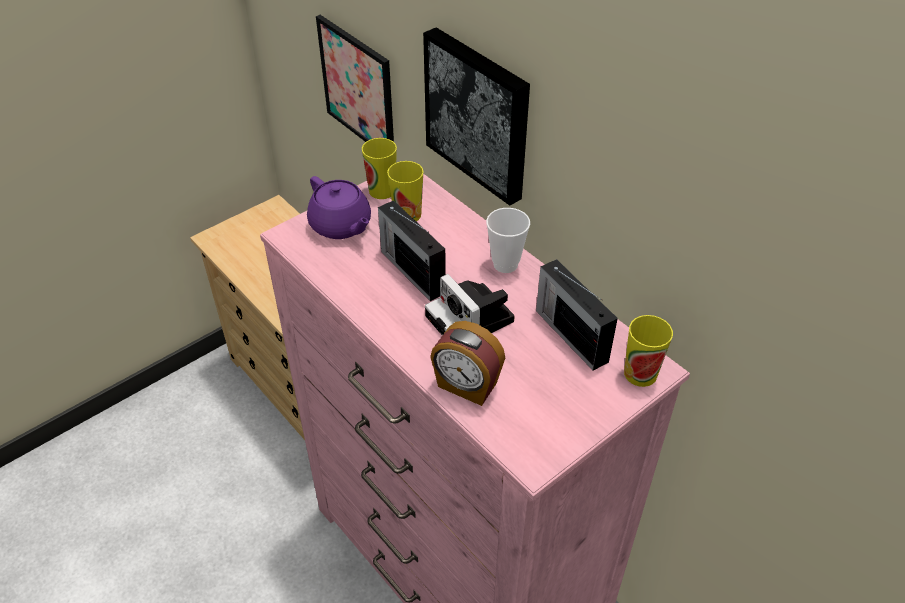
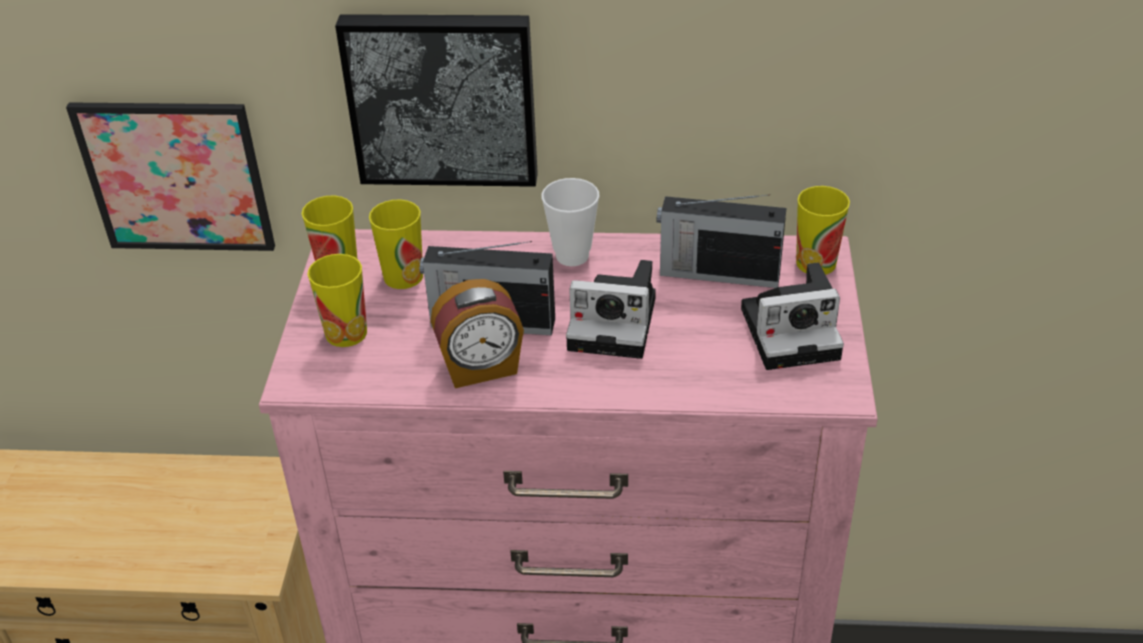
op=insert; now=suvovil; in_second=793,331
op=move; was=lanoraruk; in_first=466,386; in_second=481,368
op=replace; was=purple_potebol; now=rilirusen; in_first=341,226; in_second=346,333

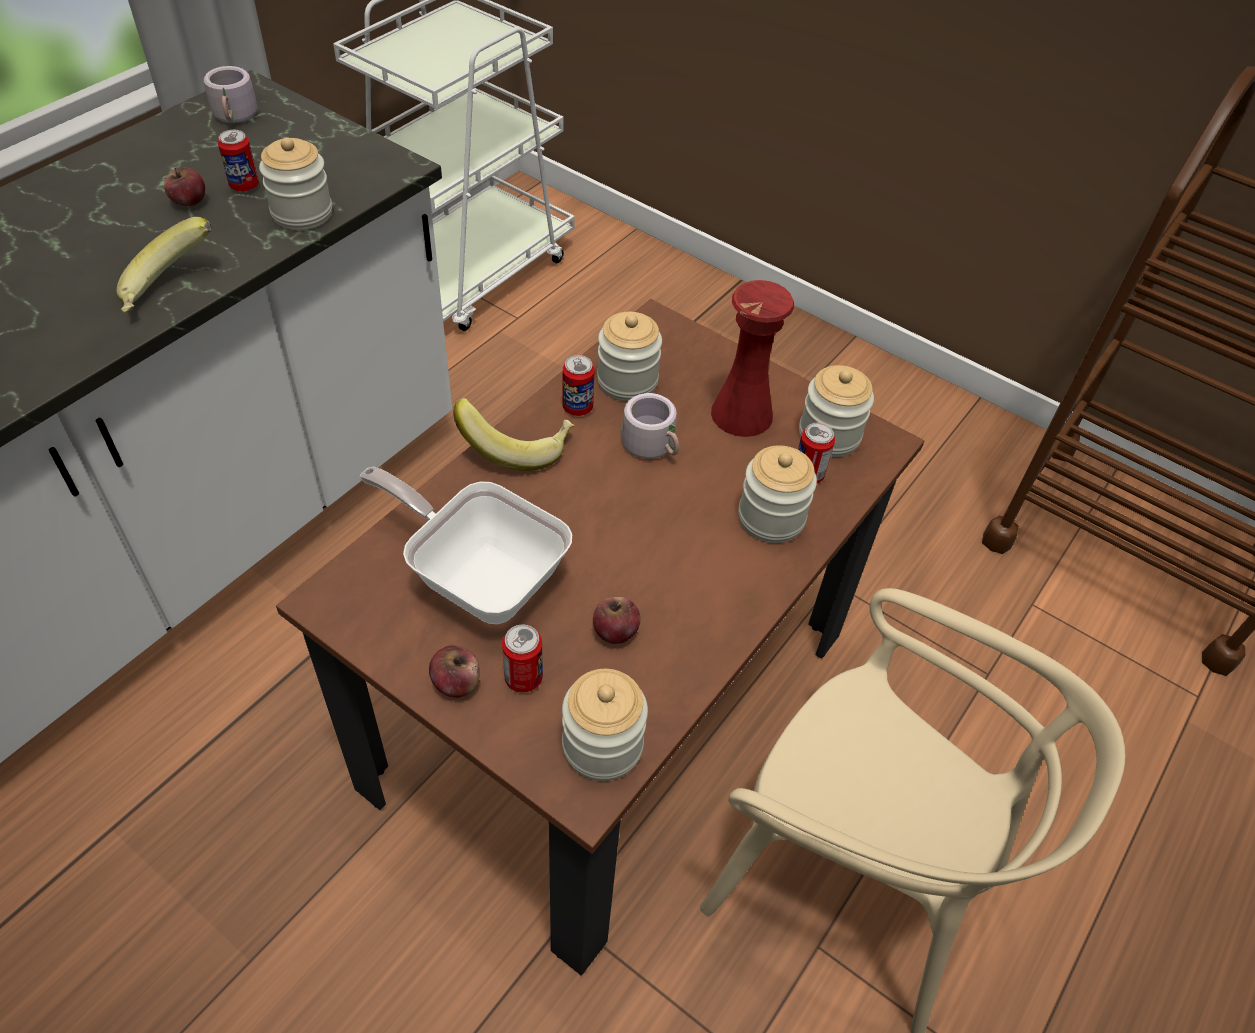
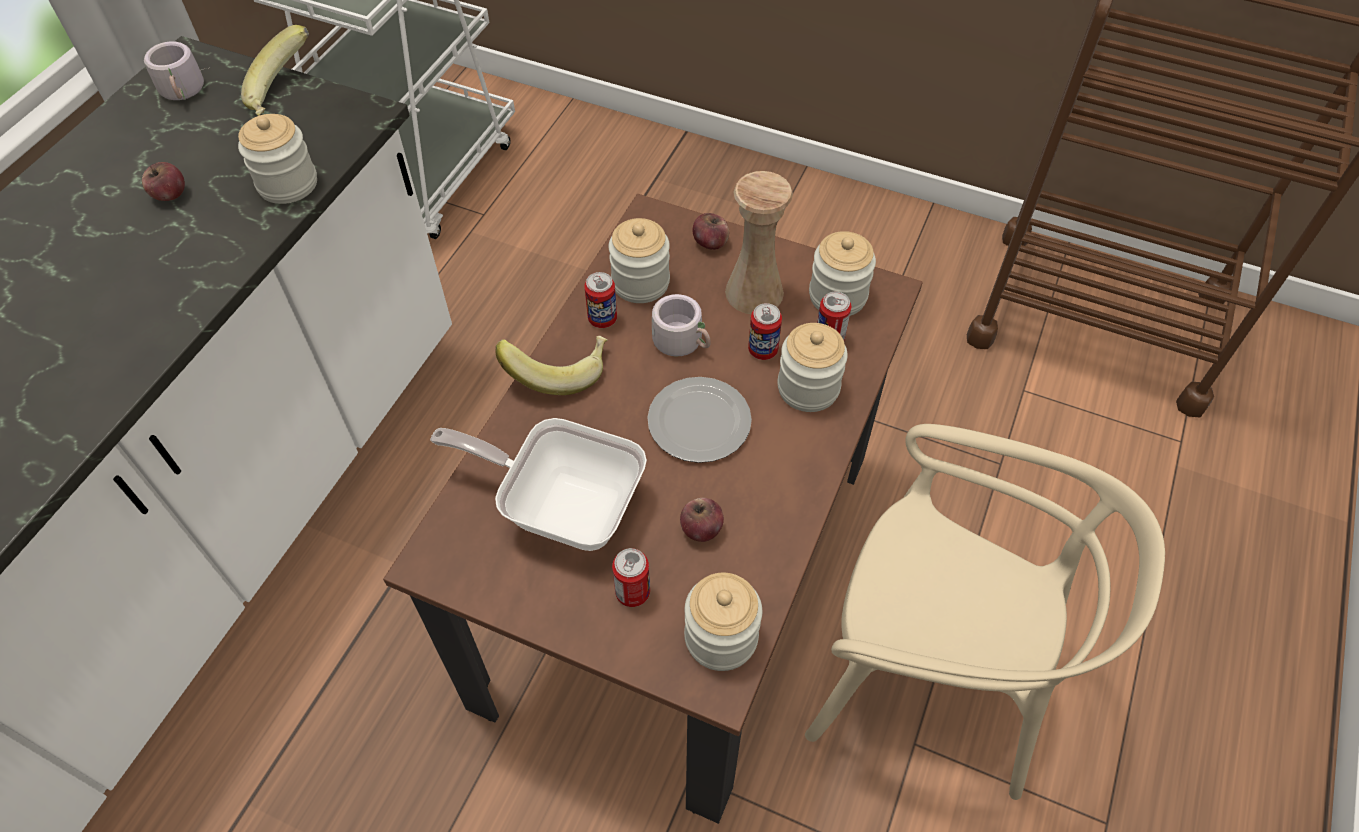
op=insert; now=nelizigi; in_second=699,423
op=move; was=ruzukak; in_first=171,291; in_second=284,94
op=move; was=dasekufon; in_first=244,186; in_second=763,350
op=move; was=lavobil; in_first=456,683; in_second=710,242
op=recolor; was=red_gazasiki; now=beige_gazasiki; in_first=741,414; in_second=754,292

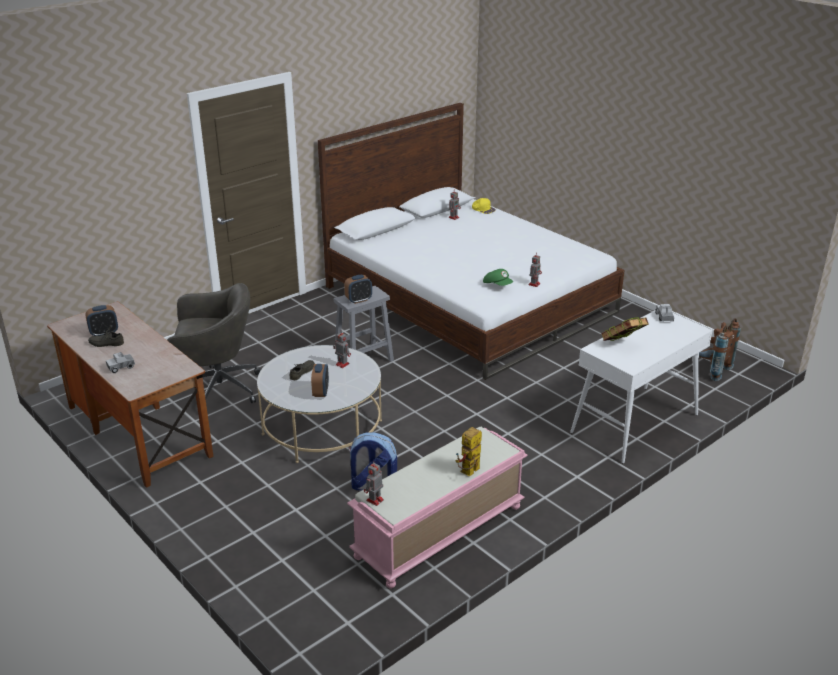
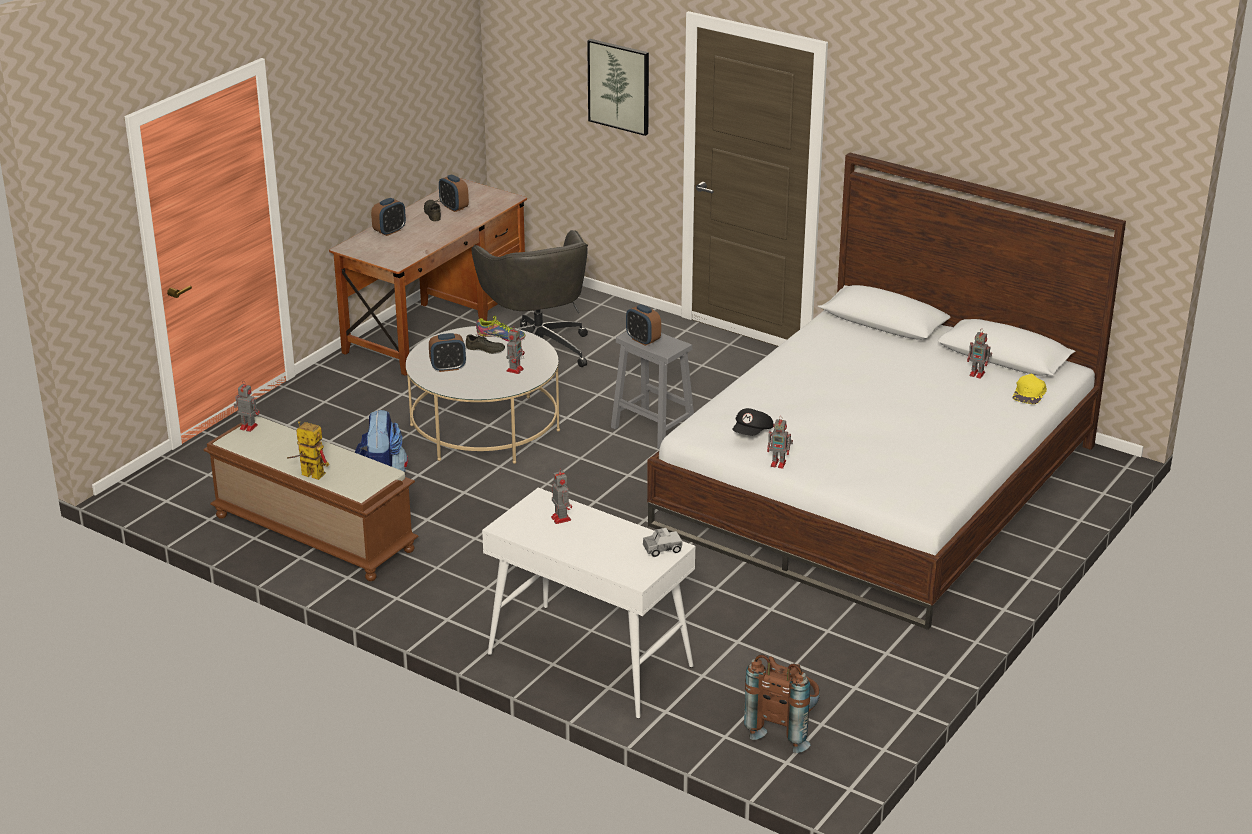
op=insert; now=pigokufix; in_second=500,336
op=insert; now=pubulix; in_second=619,86
op=replace; was=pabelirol; now=lanoraruk; in_first=121,367; in_second=389,231
op=replace; was=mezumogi; now=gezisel; in_first=622,345; in_second=560,518
op=recolor; was=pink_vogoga; now=brown_vogoga; in_first=439,532; in_second=312,533
op=recolor; was=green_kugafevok; now=black_kugafevok; in_first=498,285; in_second=752,433

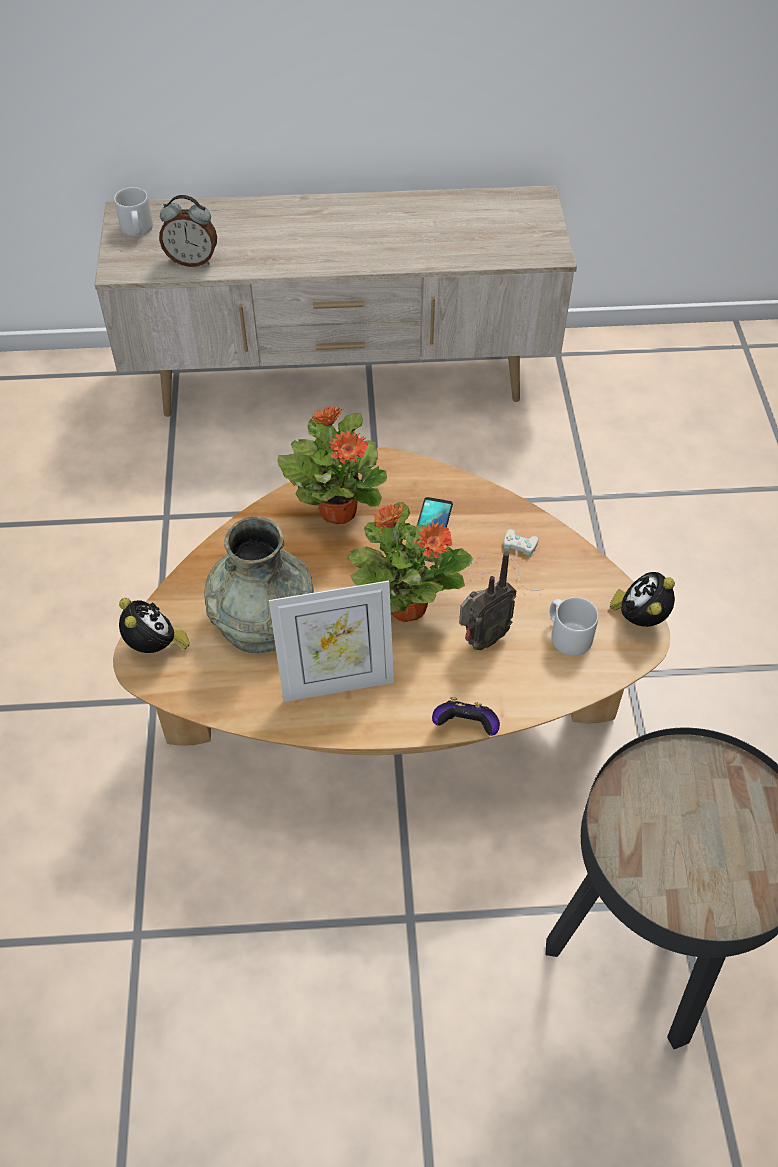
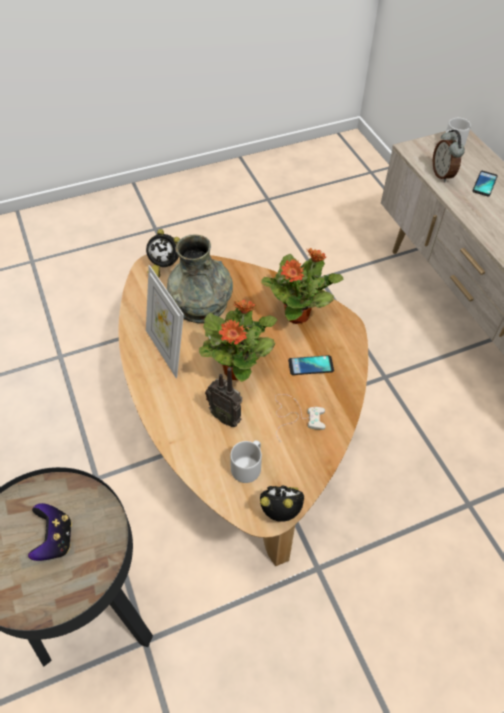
op=insert; now=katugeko; in_second=484,184
op=move; was=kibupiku; in_first=466,727; in_second=55,539
op=rotate; was=lanoraruk; in_first=155,647; in_second=163,266; clockwise=60

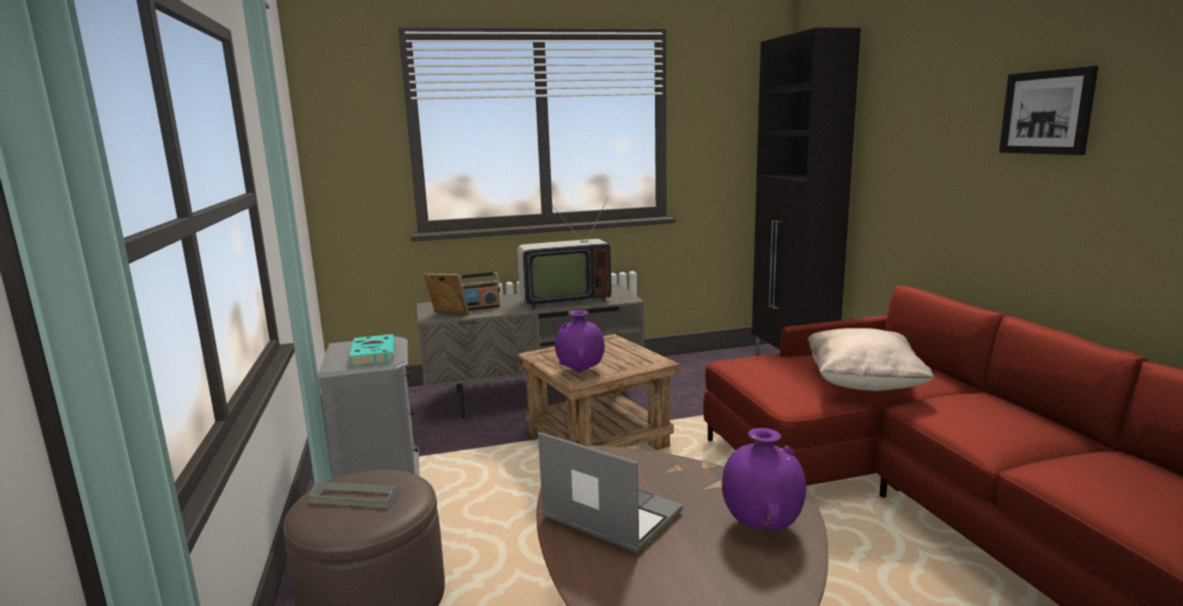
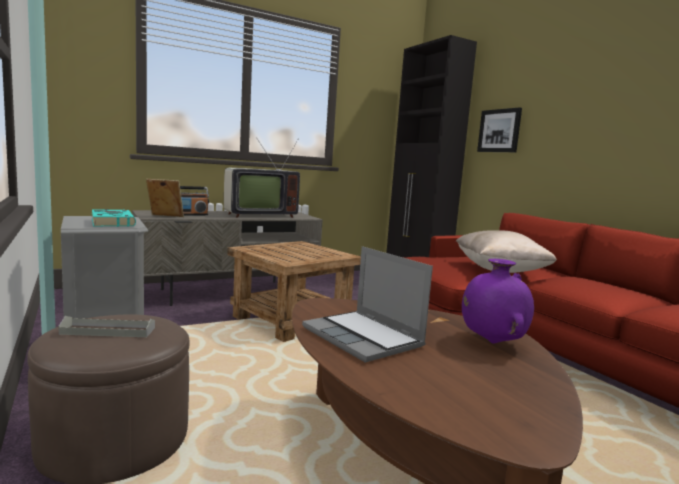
op=delete; was=purple_gazasiki; in_first=580,371
op=move; was=pubulix; in_first=1047,112; in_second=499,131
op=rotate; was=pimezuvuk; in_first=609,515; in_second=364,337; clockwise=-150

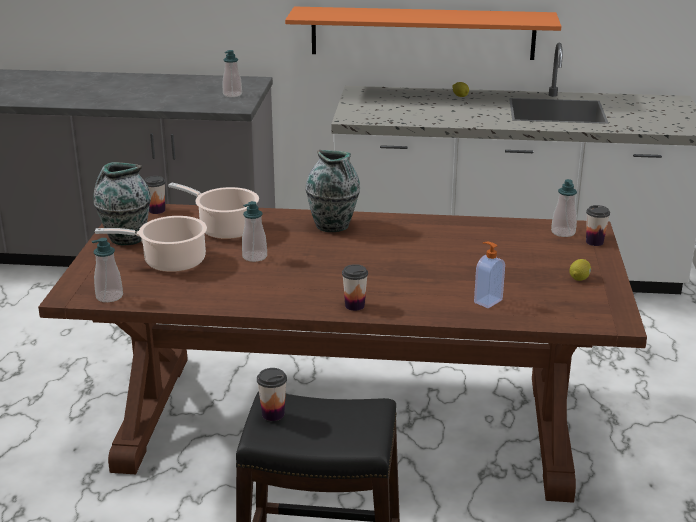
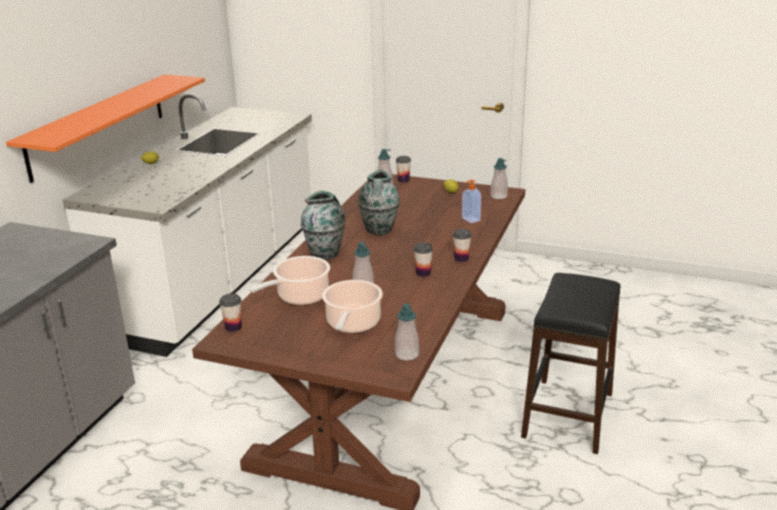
op=move; was=gazasiki; in_first=126,238; in_second=379,230
op=move; was=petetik; in_first=232,94; in_second=498,196
op=move; was=rilirusen; in_first=273,414; in_second=423,273

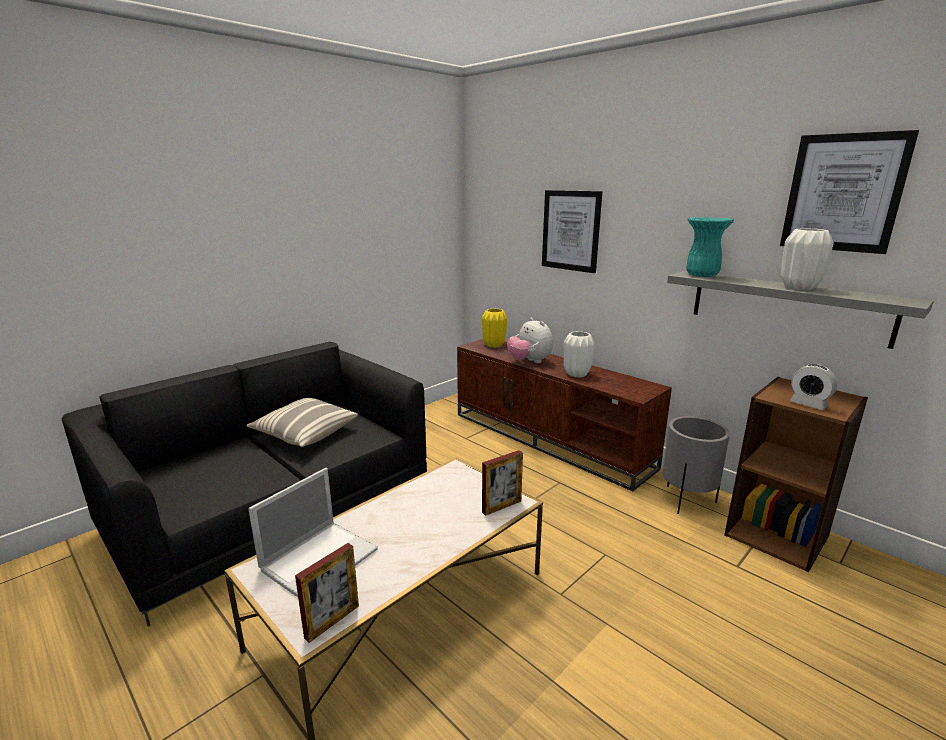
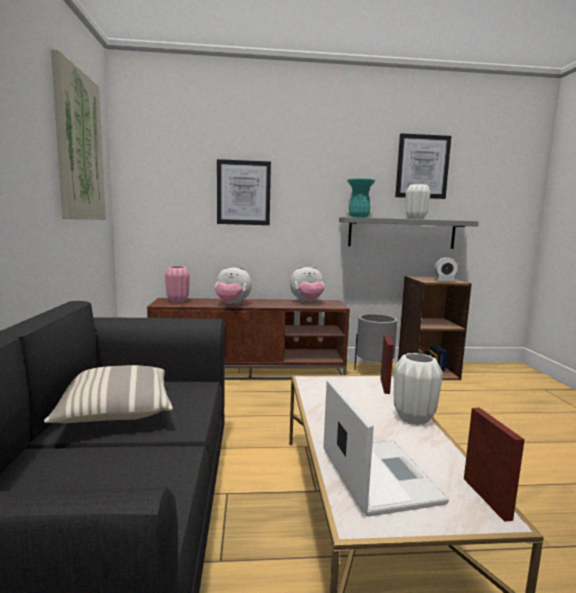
op=insert; now=pubulix; in_second=79,146
op=insert; now=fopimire; in_second=307,302
op=move; was=white_gazasiki; in_first=576,374; in_second=413,419
op=recolor; was=yellow_gazasiki; now=pink_gazasiki; in_first=494,345; in_second=177,301

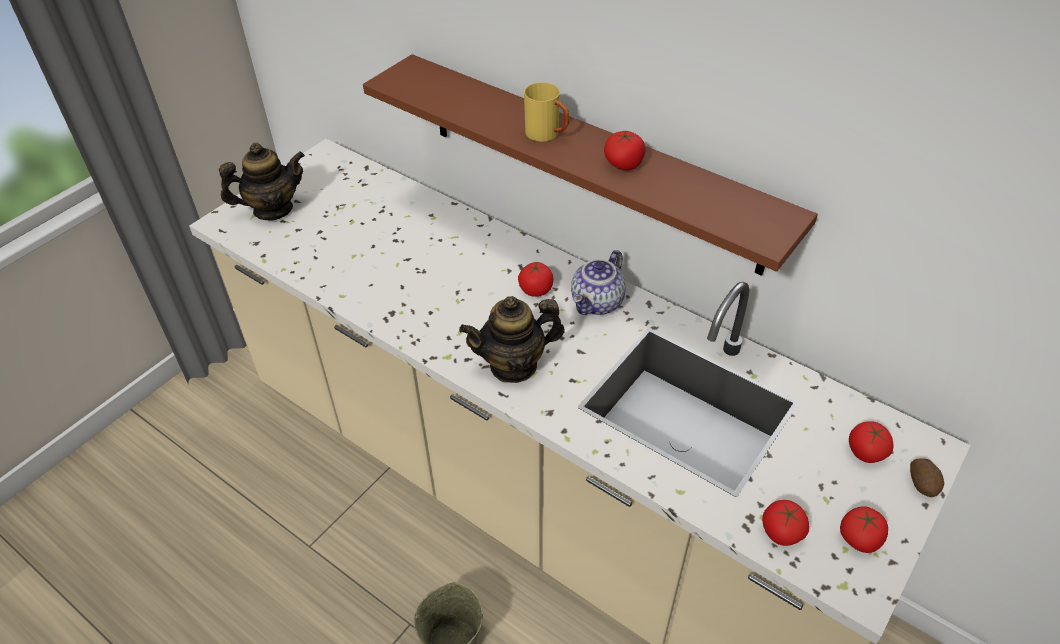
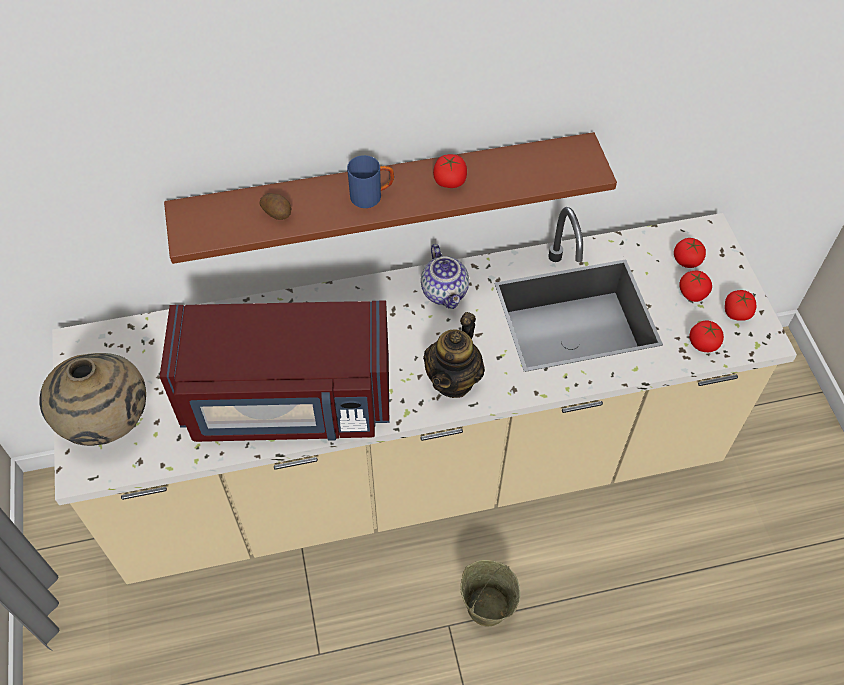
op=insert; now=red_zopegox; in_second=287,401
op=move; was=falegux; in_first=536,289; in_second=692,293
op=move; was=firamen; in_first=923,484; in_second=277,212
op=replace; was=potebol; now=beige_gazasiki; in_first=273,209; in_second=108,424
op=recolor; was=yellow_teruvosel; now=blue_teruvosel; in_first=547,135; in_second=372,196

